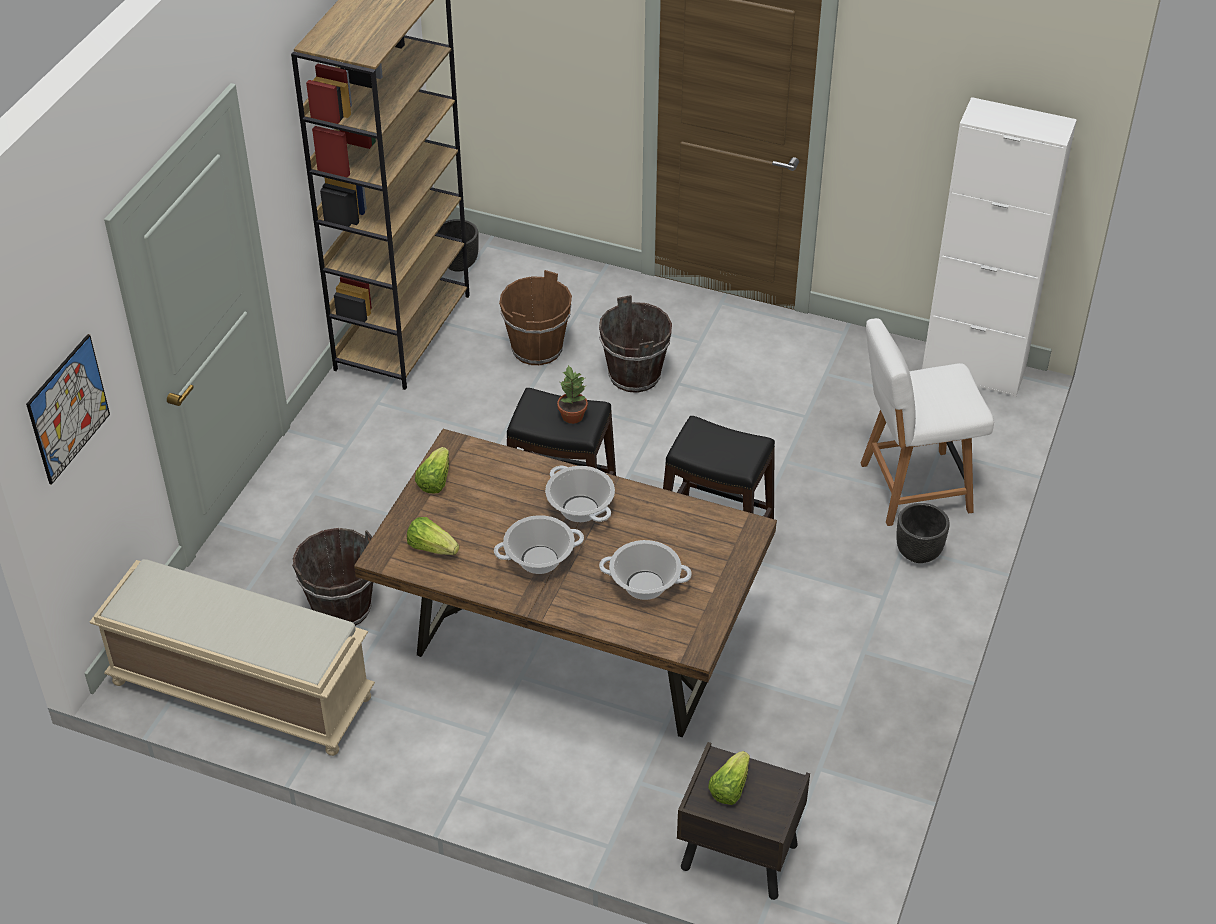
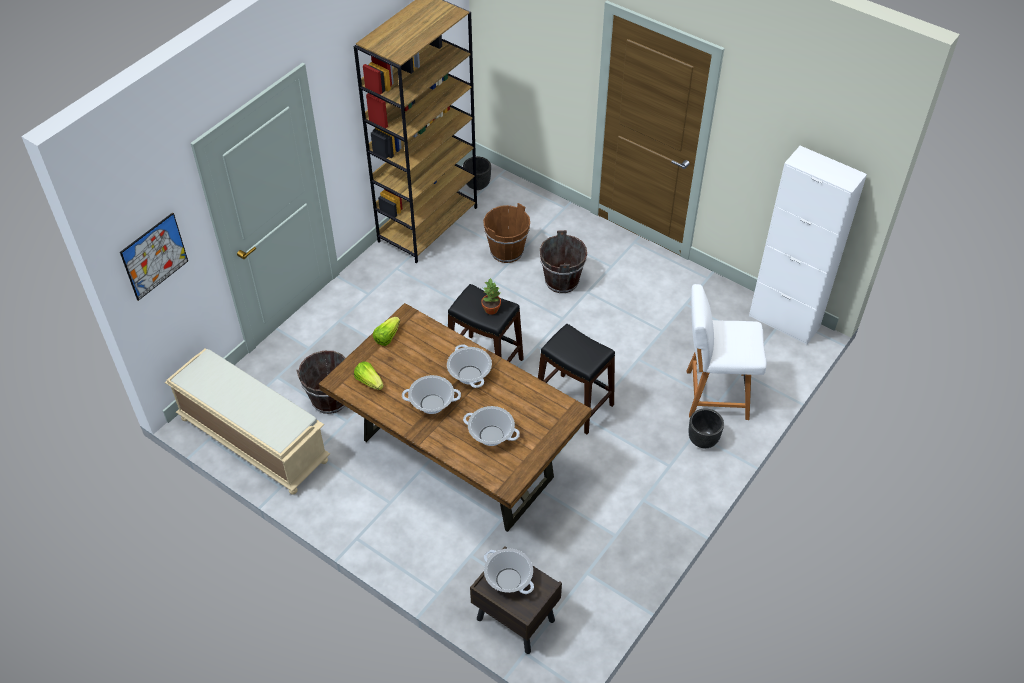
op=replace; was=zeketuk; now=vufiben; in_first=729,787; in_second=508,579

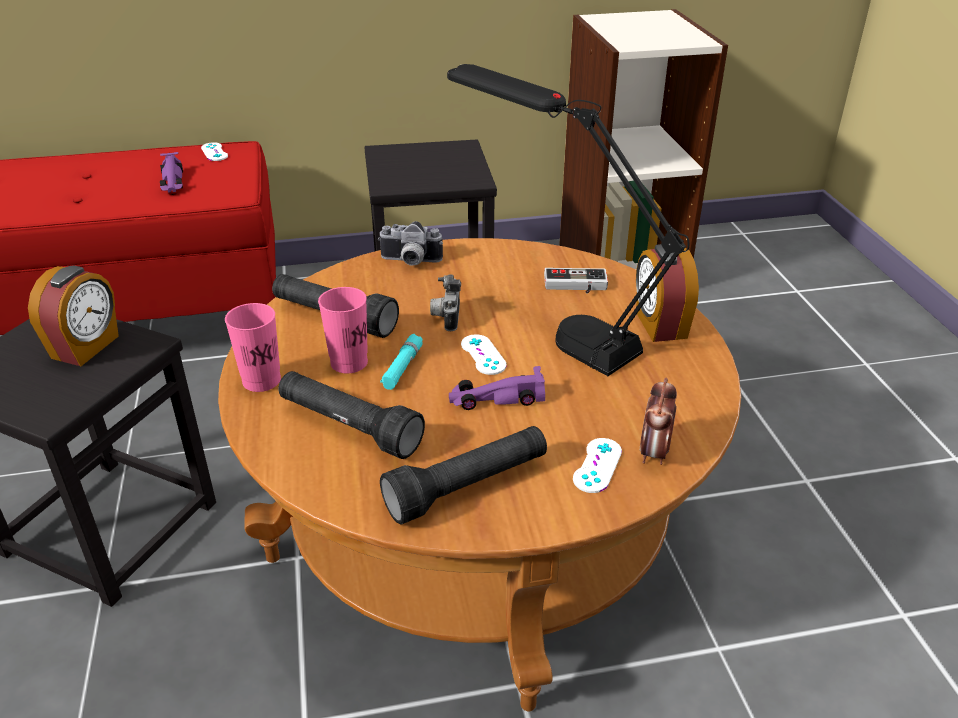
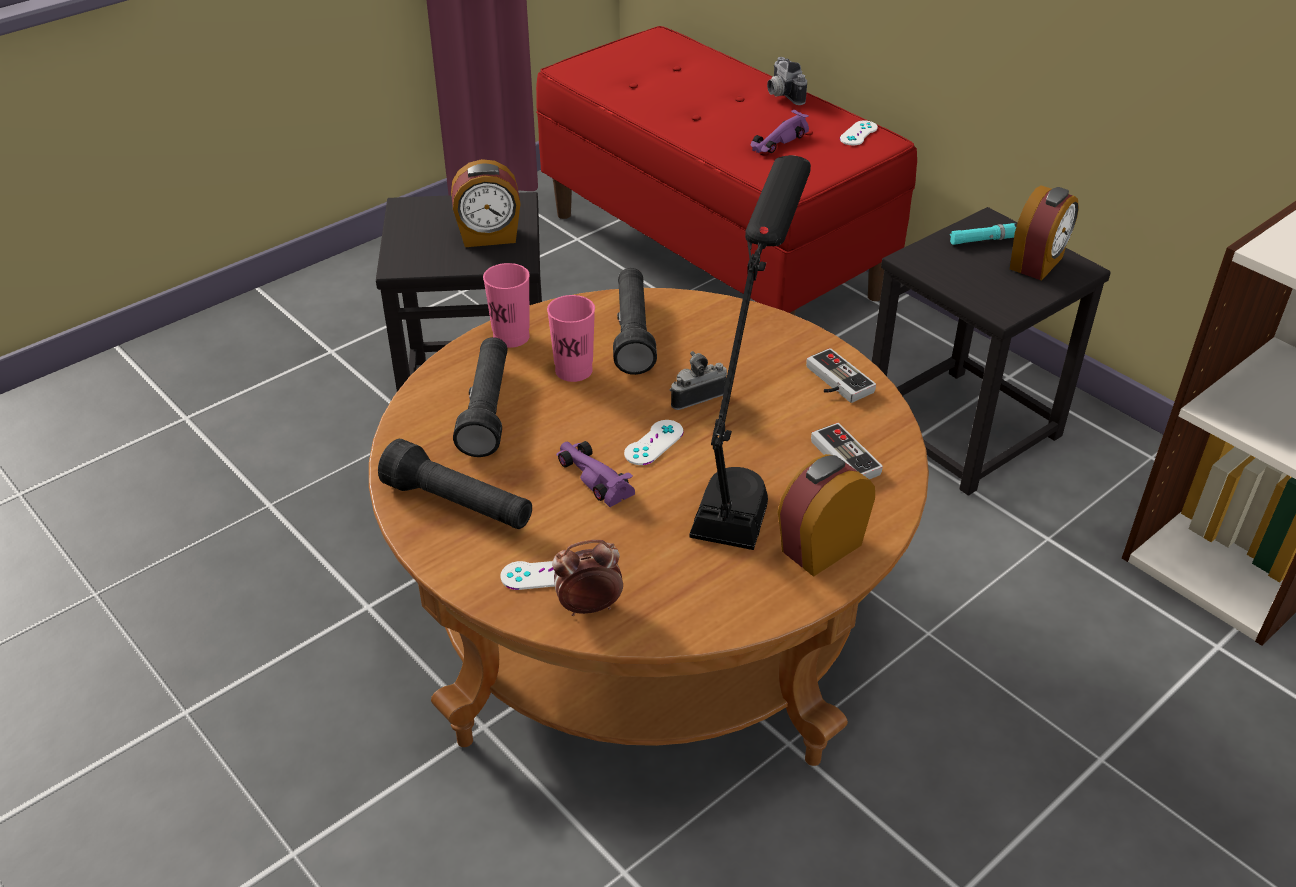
op=insert; now=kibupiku; in_second=834,382
op=insert; now=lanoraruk; in_second=1037,263
op=move; was=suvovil; in_first=410,262; in_second=781,95
op=move; was=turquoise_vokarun; in_first=402,367; in_second=982,240

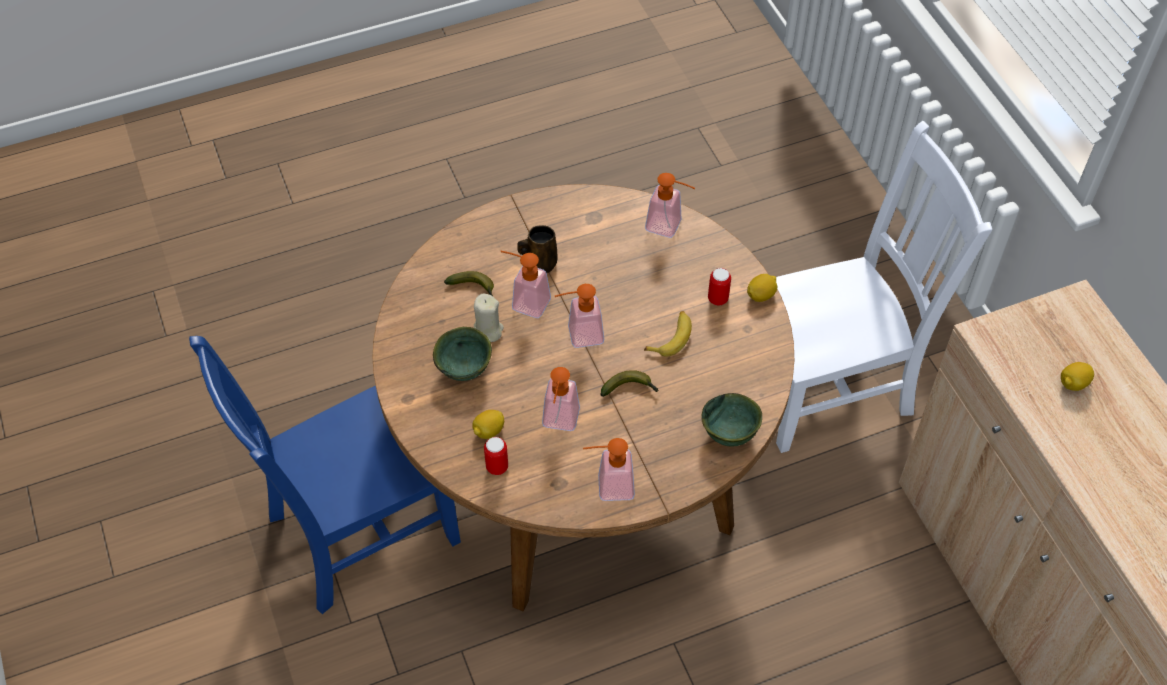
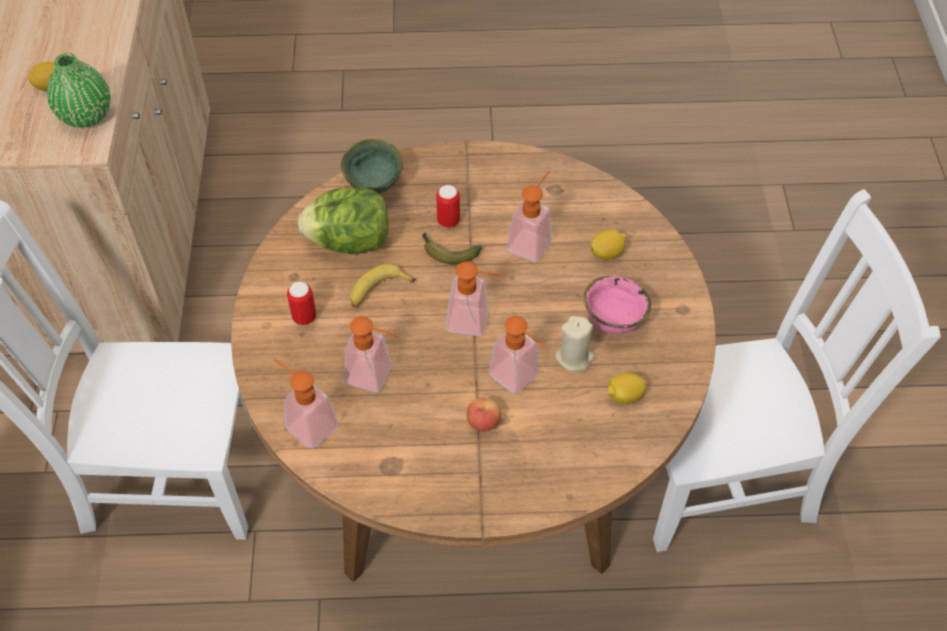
op=delete; was=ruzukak; in_first=474,289
op=insert; now=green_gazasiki; in_second=86,115
op=insert; now=zeketuk; in_second=350,242
op=move; was=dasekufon; in_first=497,467; in_second=448,221
op=move; was=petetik; in_first=608,487; in_second=376,377
op=move; was=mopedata; in_first=761,295; in_second=624,396
op=replace; was=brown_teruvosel; now=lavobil; in_first=540,263; in_second=483,422
op=recolor; was=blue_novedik; now=white_novedik; in_first=357,531; in_second=723,475
op=recolor; was=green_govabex; now=pink_govabex; in_first=466,369; in_second=611,321

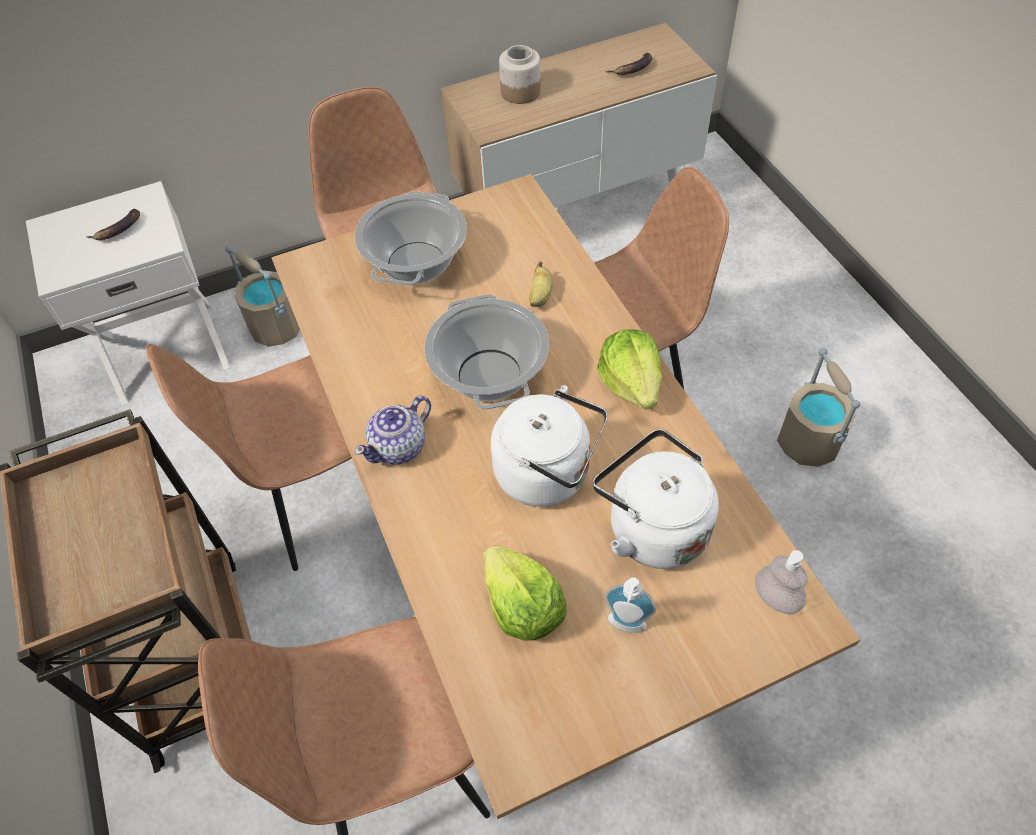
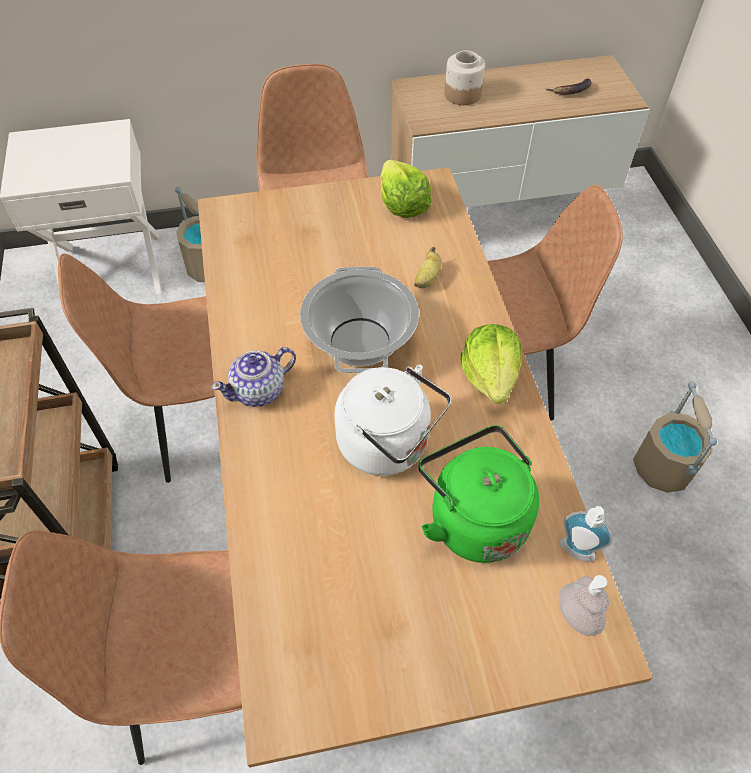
op=delete; was=ruzukak; in_first=118,230
op=delete; was=vufiben; in_first=416,263
op=move; was=zeketuk; in_first=522,607; in_second=402,204
op=move; was=petetik; in_first=625,627; in_second=575,553
op=recolor; was=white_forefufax; now=green_forefufax; in_first=652,527; in_second=473,517

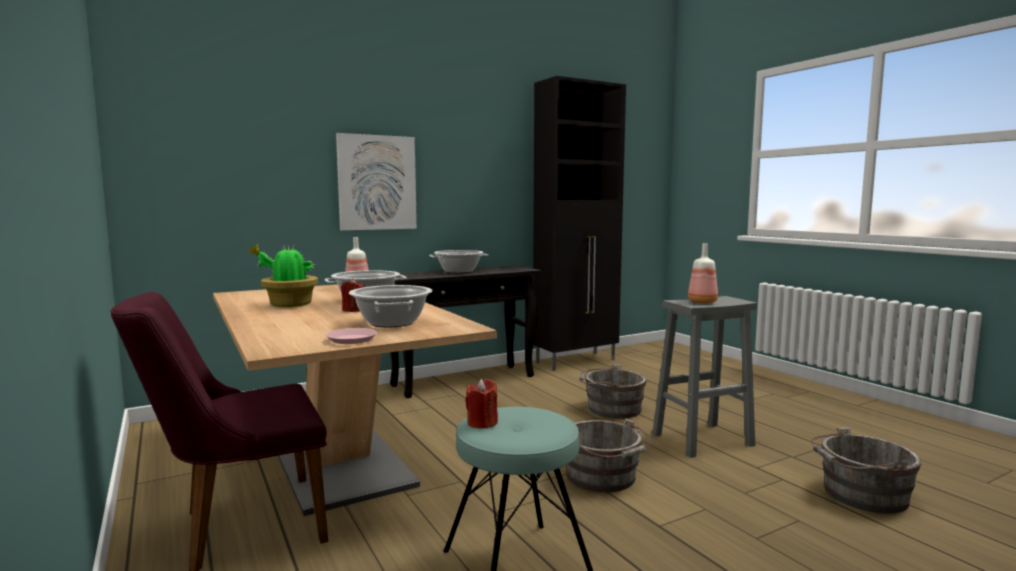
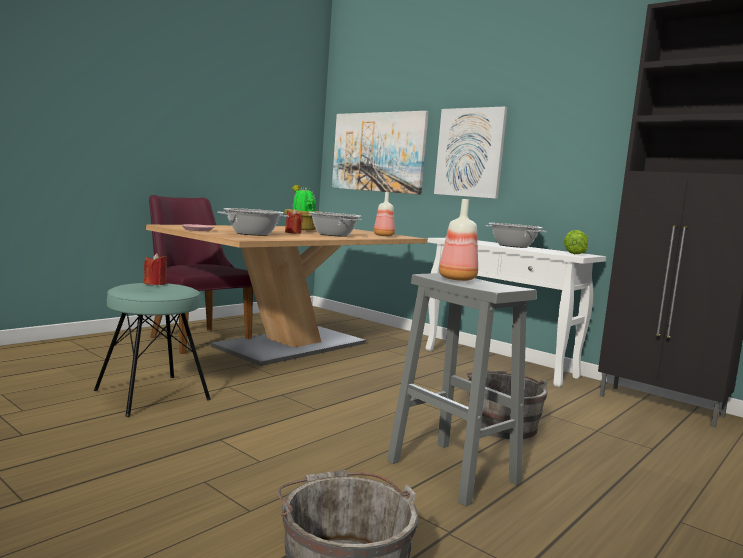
op=delete; was=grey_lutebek; in_first=603,477
op=insert; now=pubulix; in_second=378,152
op=insert; now=zeketuk; in_second=574,253
op=recolor; was=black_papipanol; now=white_papipanol; in_first=464,380; in_second=500,363

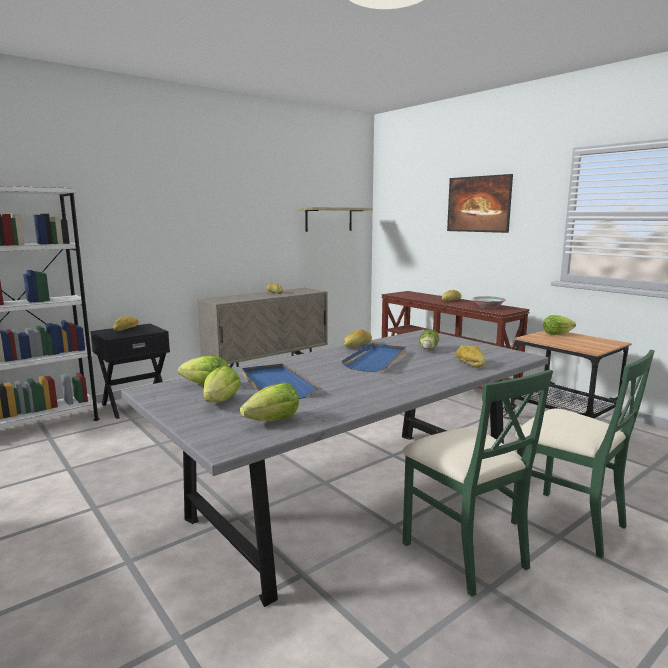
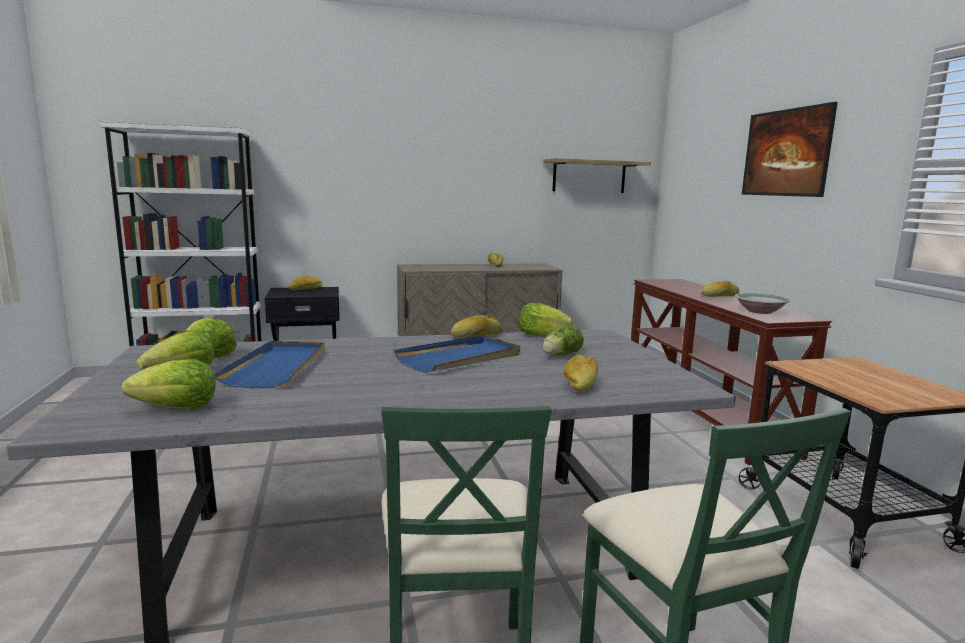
op=move; was=zeketuk; in_first=556,334; in_second=541,335

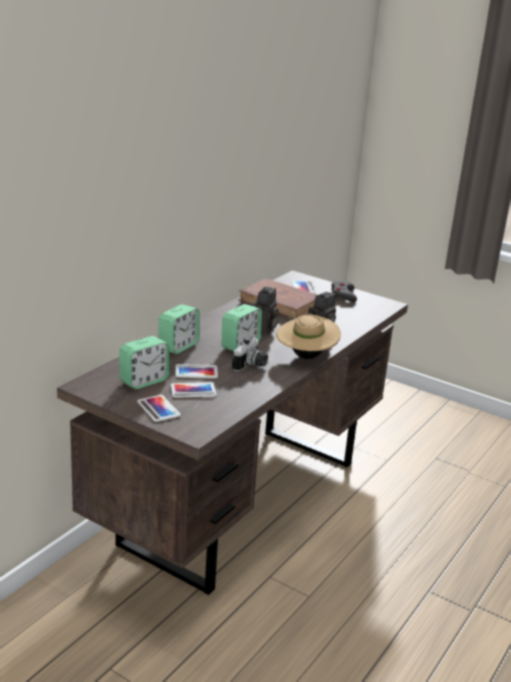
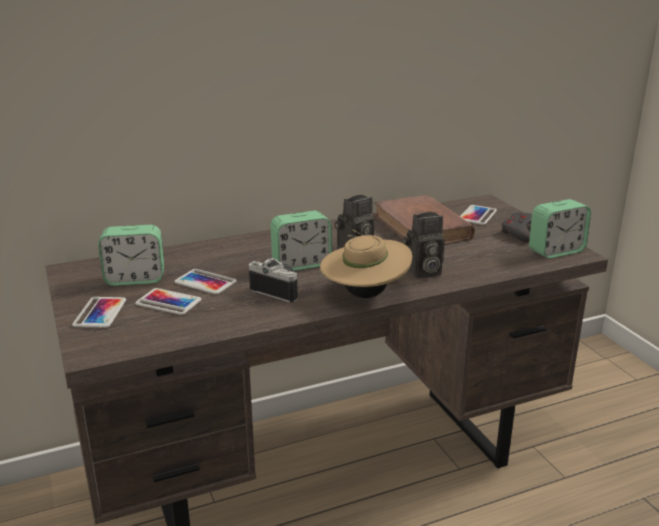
op=move; was=lanoraruk; in_first=178,346; in_second=556,251
op=rotate; was=suvovil; in_first=251,365; in_second=279,290; clockwise=-120

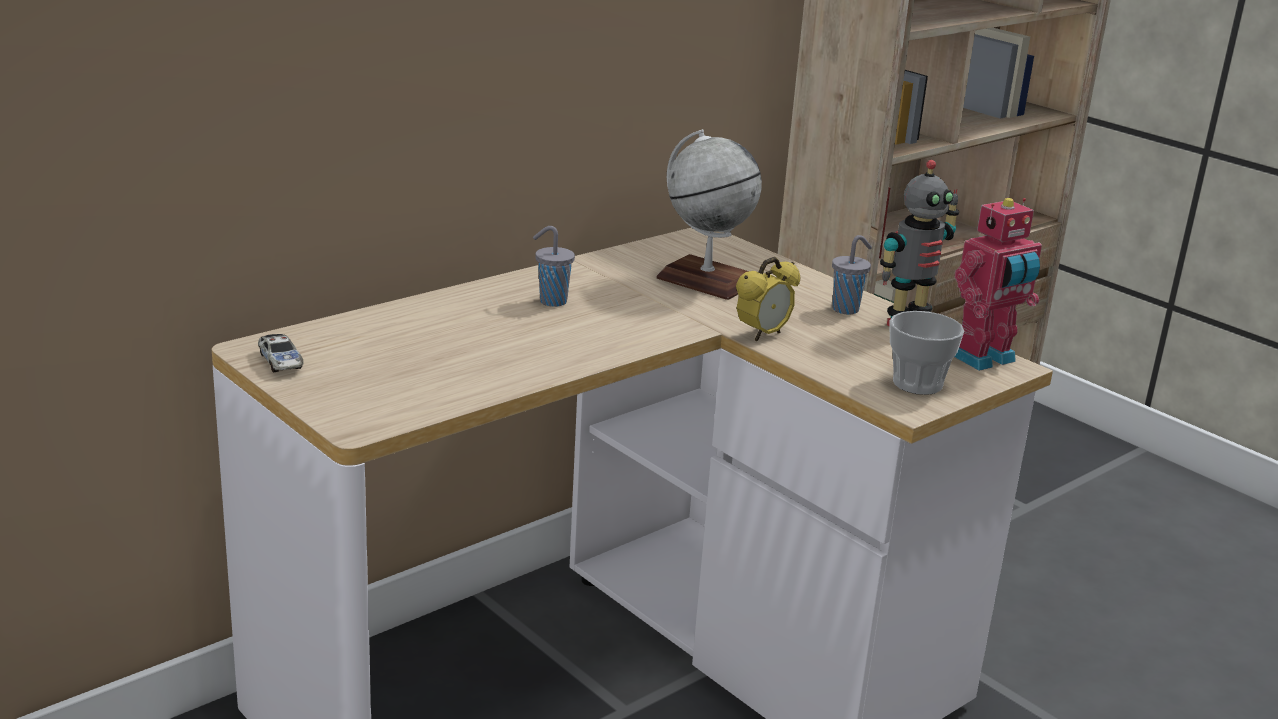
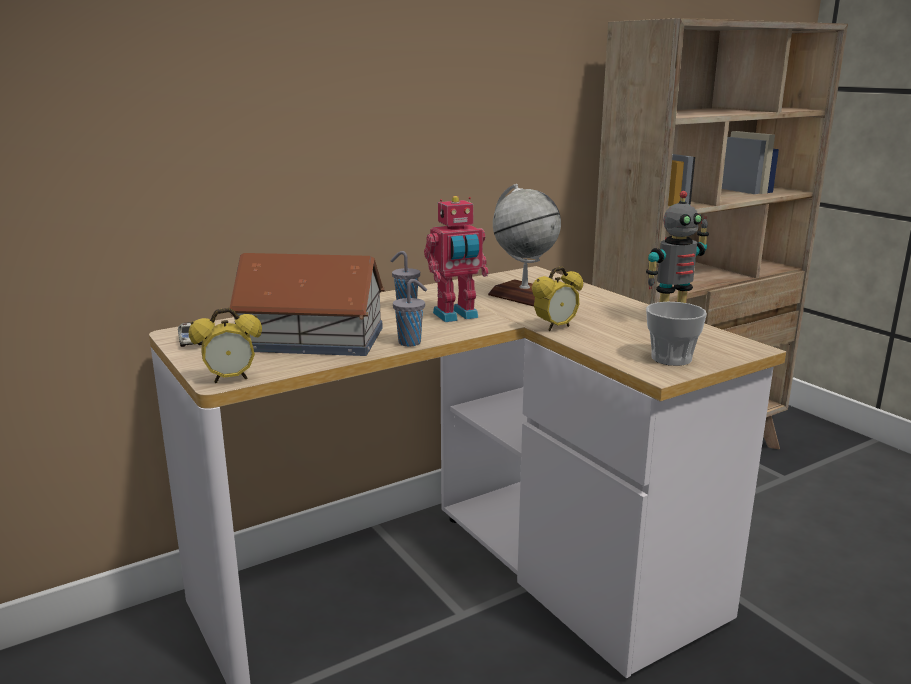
op=insert; now=lanoraruk; in_second=230,379
op=insert; now=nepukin; in_second=313,339
op=move; was=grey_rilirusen; in_first=847,309; in_second=411,343
op=move; was=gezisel; in_first=984,359; in_second=456,316

